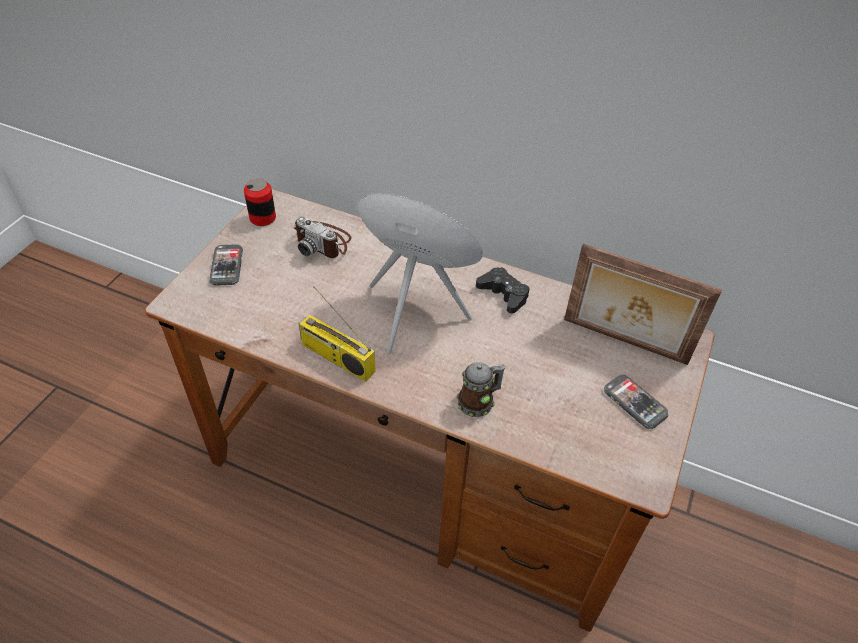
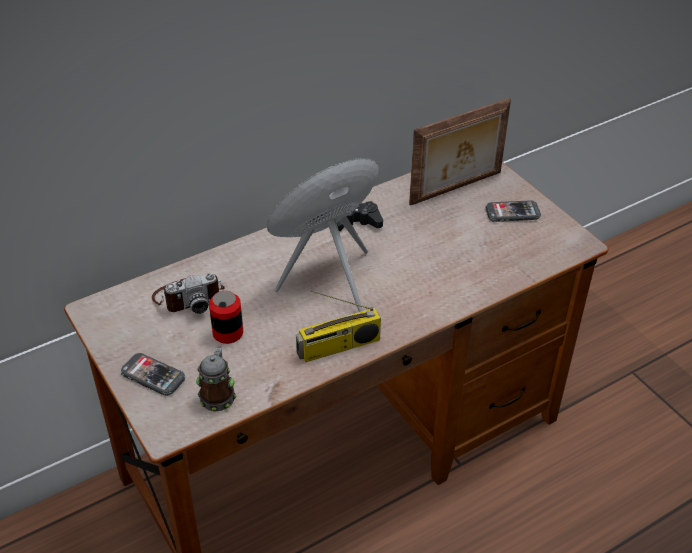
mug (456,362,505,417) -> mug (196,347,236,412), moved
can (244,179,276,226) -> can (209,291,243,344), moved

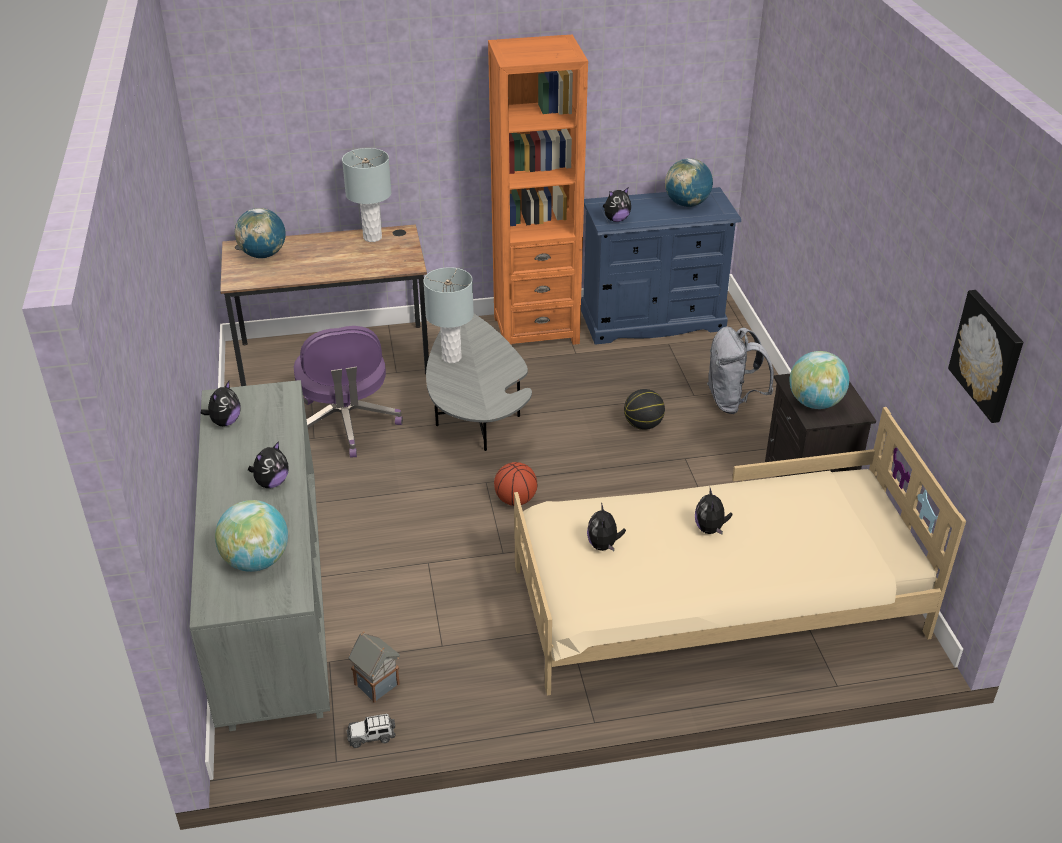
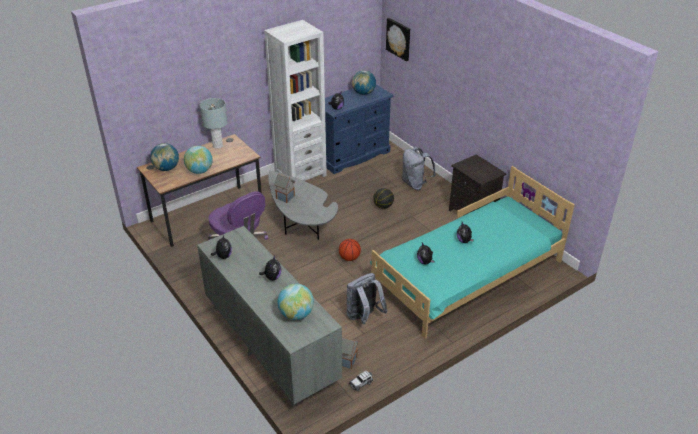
globe (790,351,849,409) -> globe (184,146,213,174), moved
bookcase in orange (488,35,588,345) -> bookcase in white (264,20,327,181)
table lamp in grey (423,267,474,363) -> toy house (274,173,295,203)
none -> backpack in grey (347,273,388,324)
bed in beige (514,407,966,695) -> bed in turquoise (370,166,575,339)
picture (948,290,1023,423) -> picture (386,18,410,61), moved

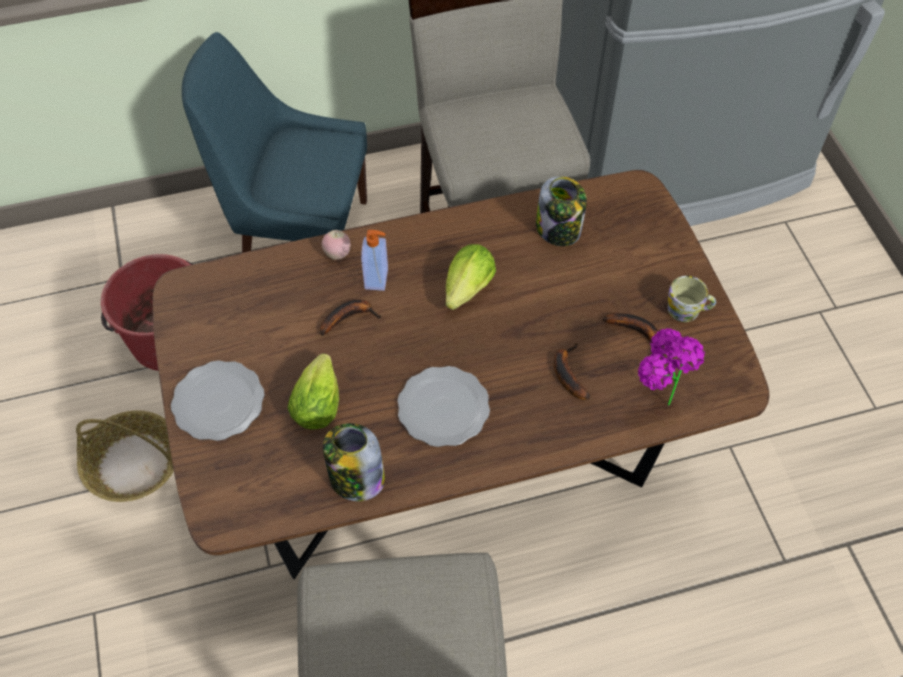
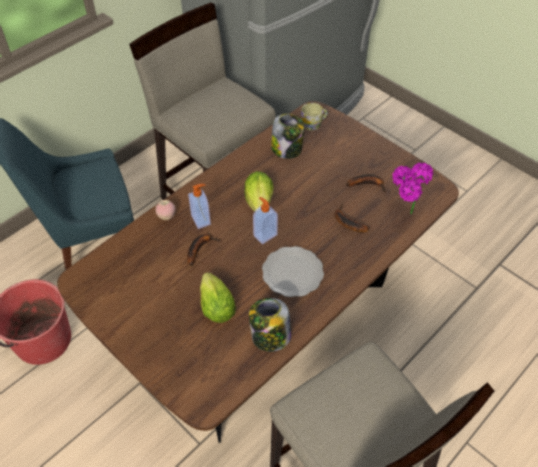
none -> soap dispenser (253,197,278,244)
mug (668,276,716,322) -> mug (301,103,328,130), moved
basket (76,410,174,502) -> none
plate (171,360,265,441) -> none

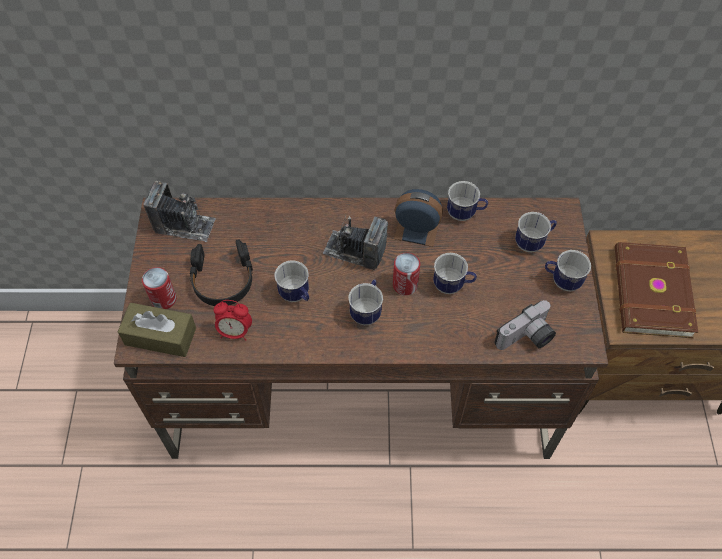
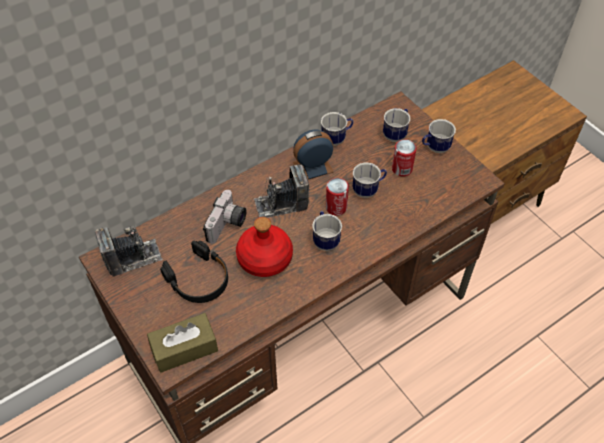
photo camera (494,300,556,350) -> photo camera (203,190,247,244), moved
mug (275,260,309,302) -> bottle in red (236,217,293,277)
can (142,267,176,309) -> can (392,140,417,177), moved
alarm clock (214,300,252,341) -> none
book in brown (615,242,698,338) -> none

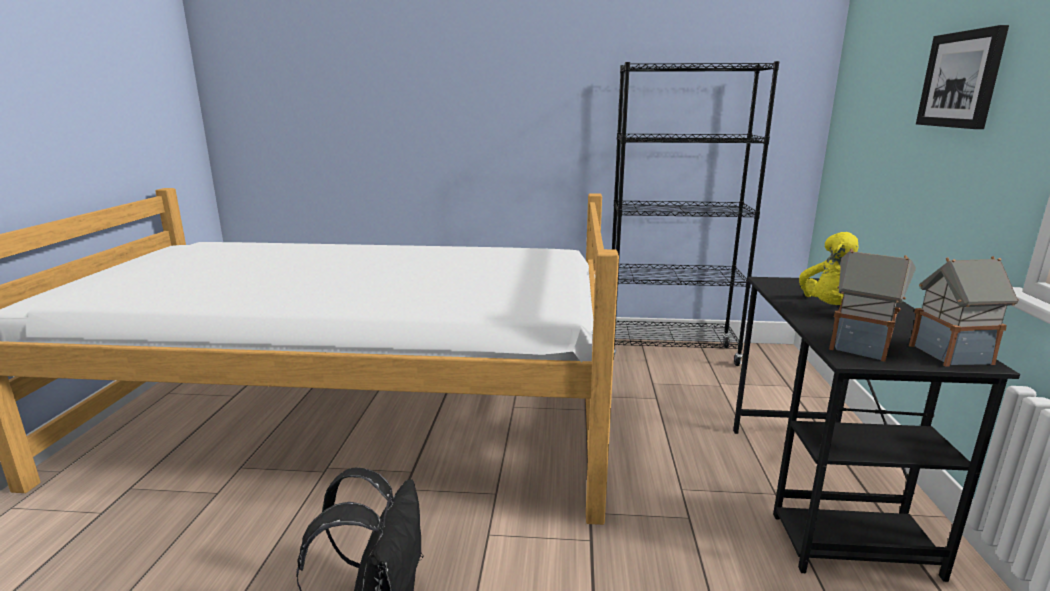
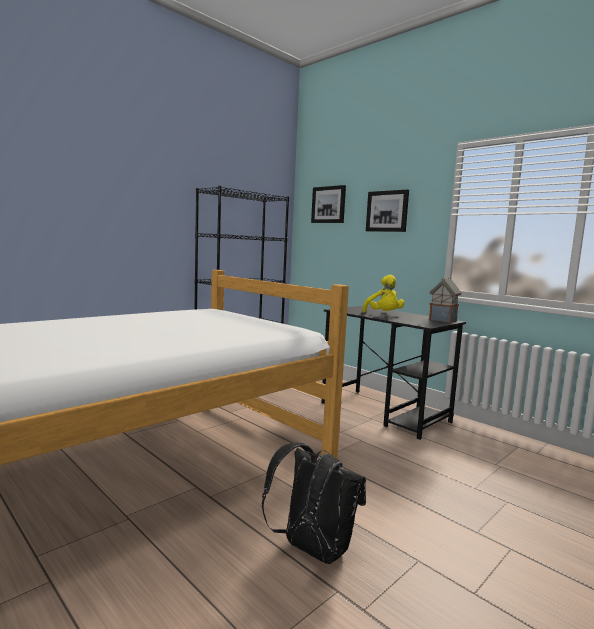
none -> picture (311,185,346,223)
toy house (829,248,916,362) -> none

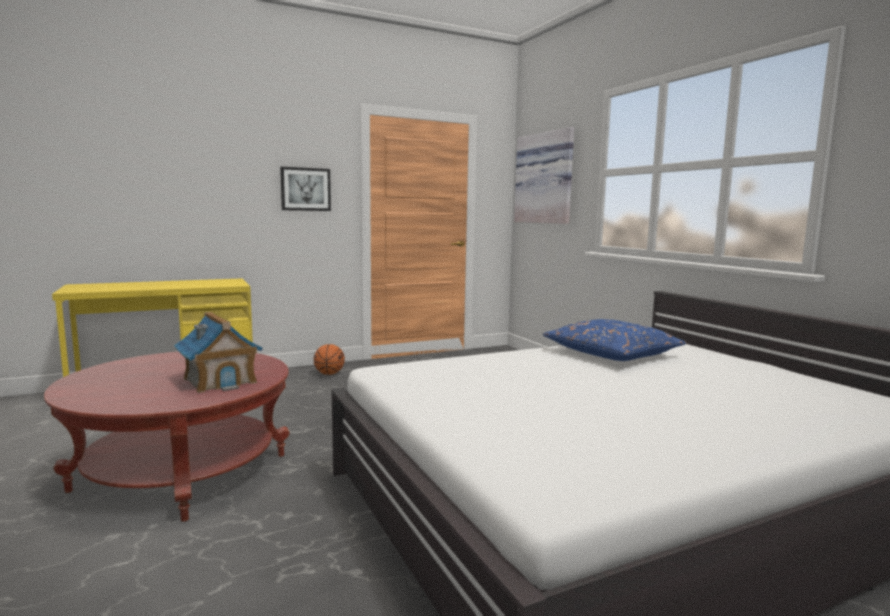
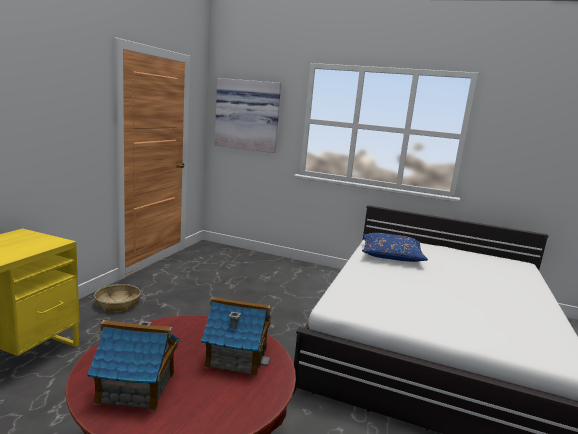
none -> toy house (87,320,179,411)
basketball (314,344,345,375) -> basket (94,284,141,312)
picture (280,167,331,211) -> none

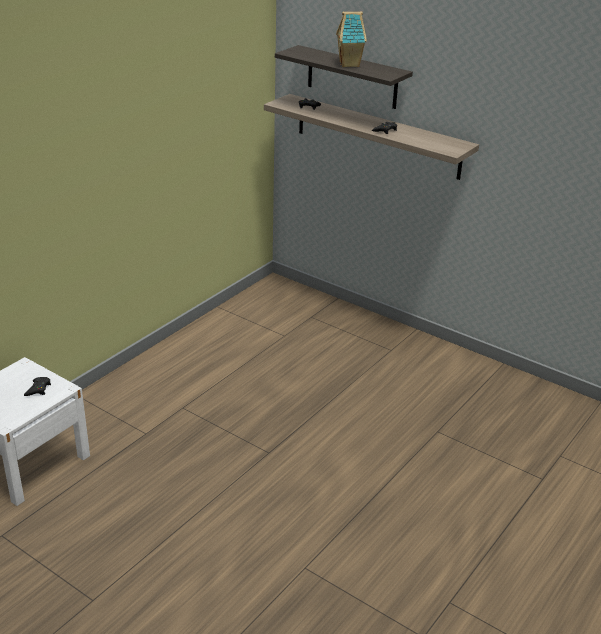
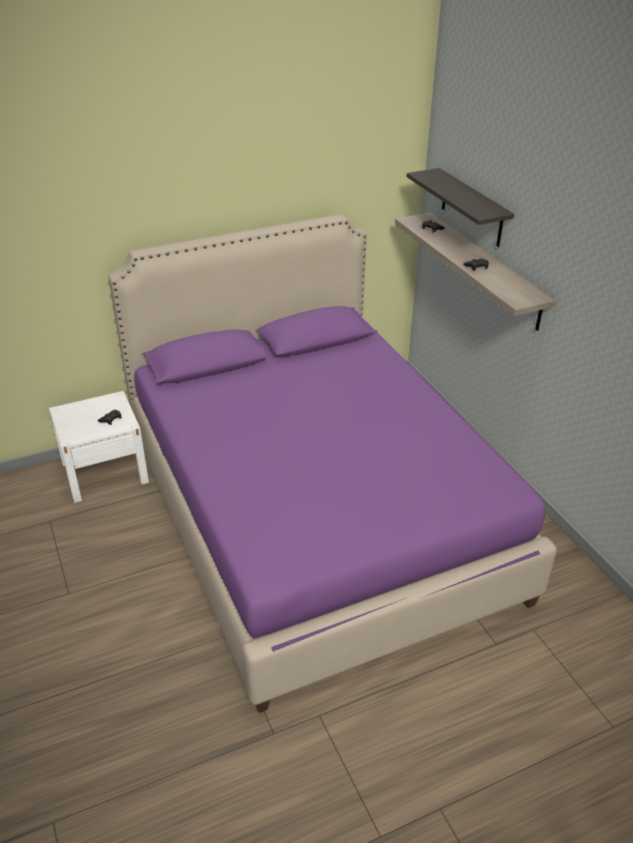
none -> bed in purple (108,214,557,713)
toy house (336,12,367,67) -> none

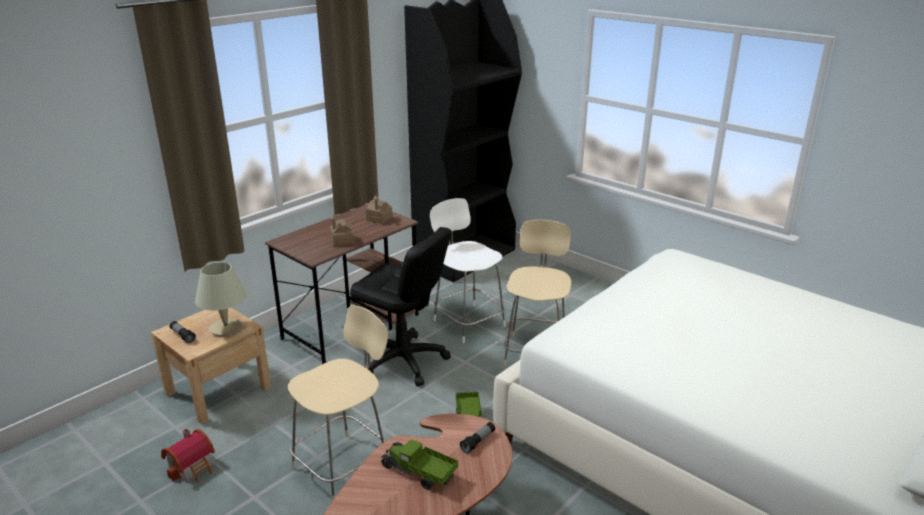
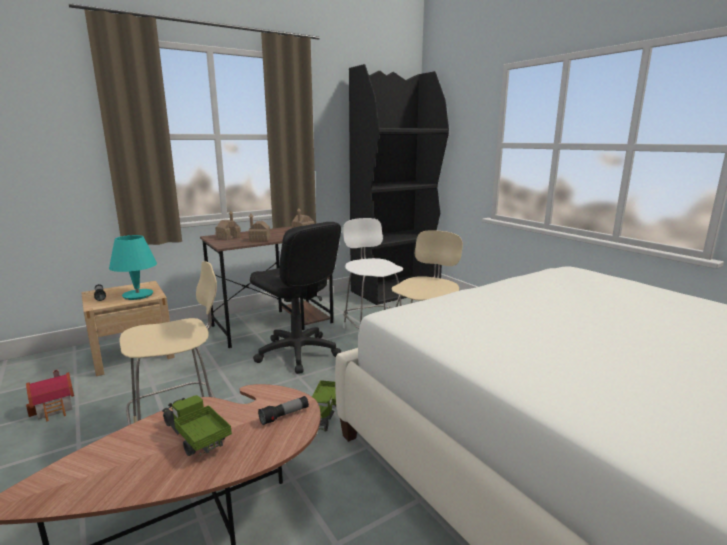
table lamp in beige (195,262,247,337) -> table lamp in turquoise (109,235,157,300)
none -> toy house (215,211,241,240)

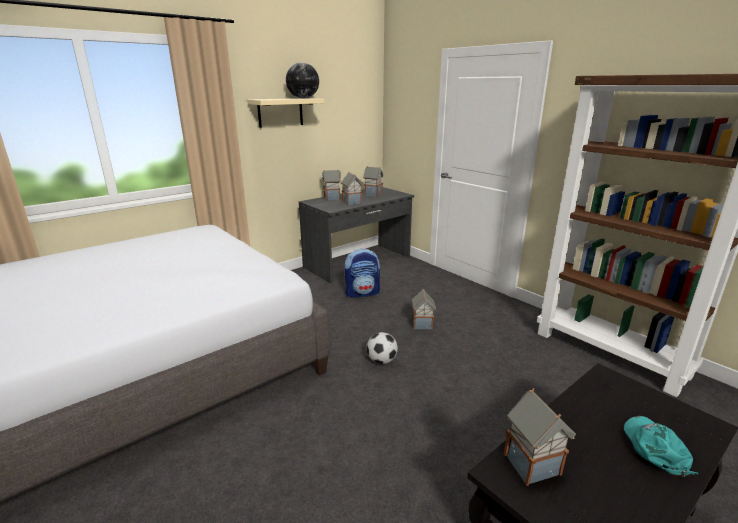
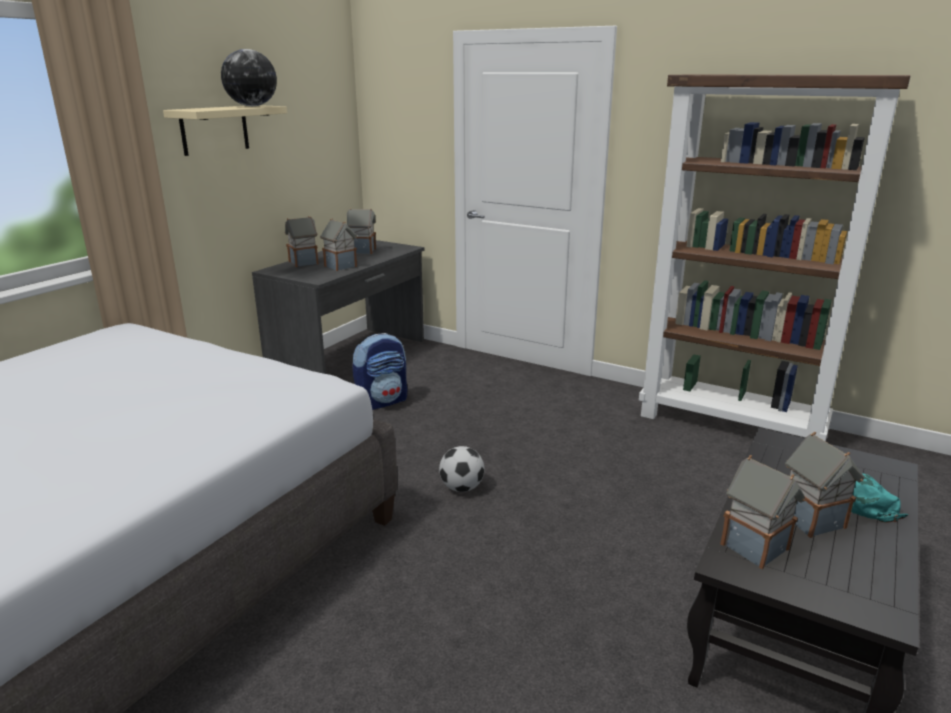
toy house (412,288,436,330) -> toy house (785,432,864,538), moved

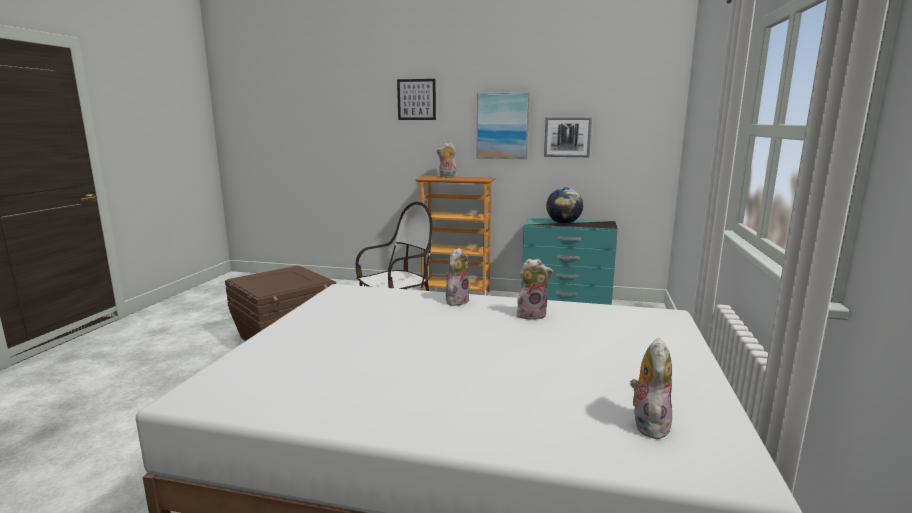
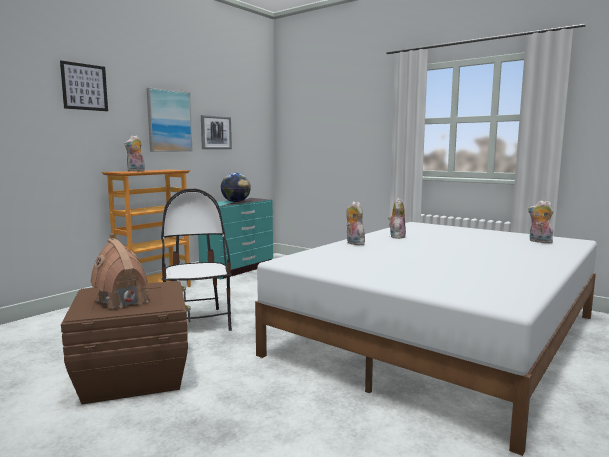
none -> toy house (90,234,148,309)

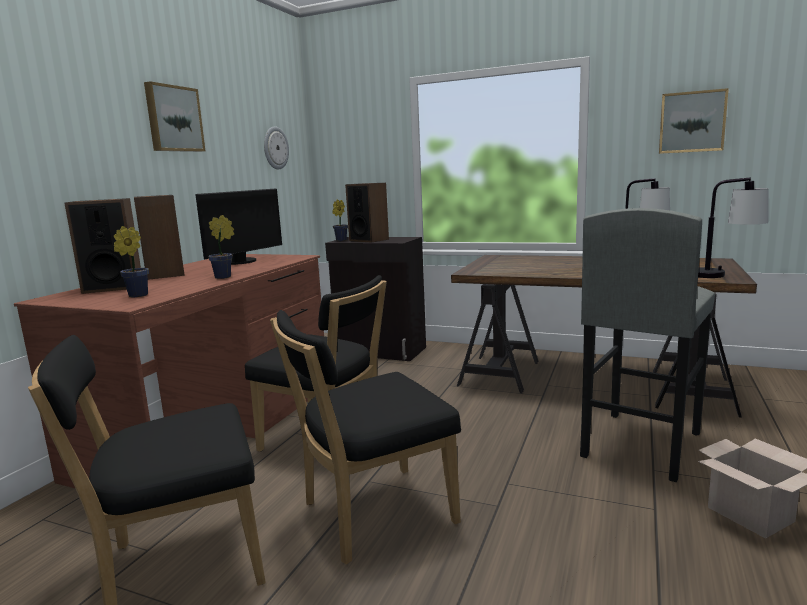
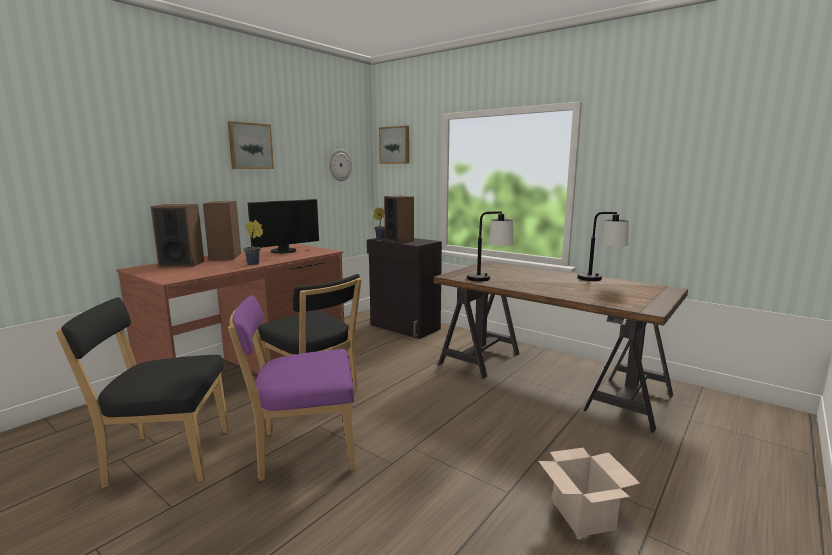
chair in black (270,310,461,565) -> chair in purple (228,295,355,481)
picture (659,88,729,154) -> picture (379,126,409,164), moved
table lamp (698,178,769,278) -> table lamp (467,211,514,281), moved
potted plant (114,226,149,297) -> none
stool in grey (580,208,715,482) -> none

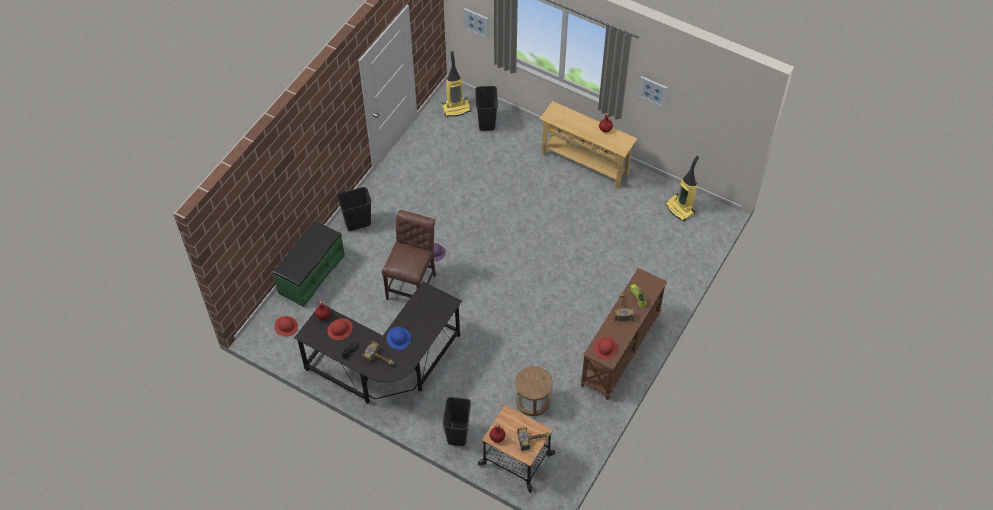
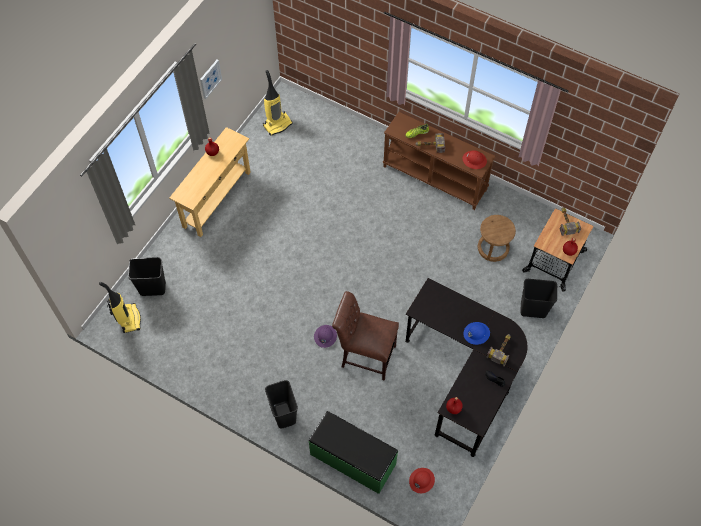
hard hat in red (327,319,353,340) -> none
picture (464,8,489,39) -> none

